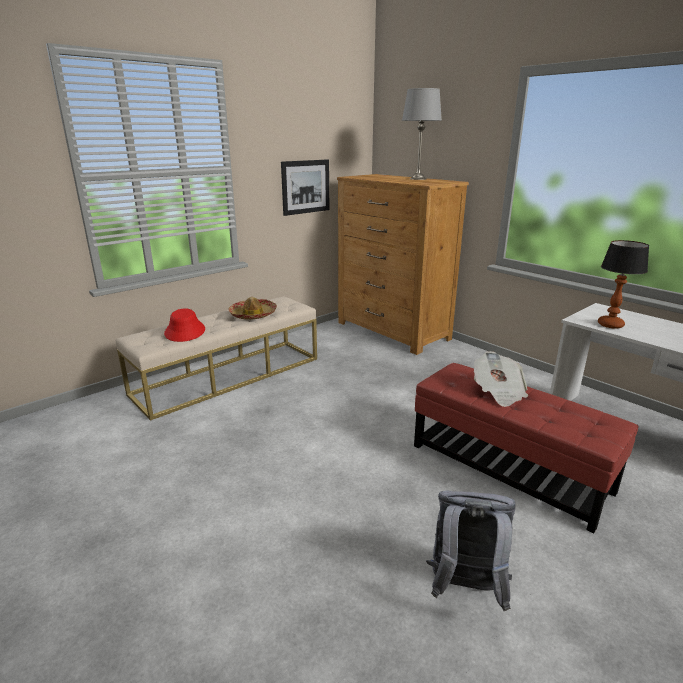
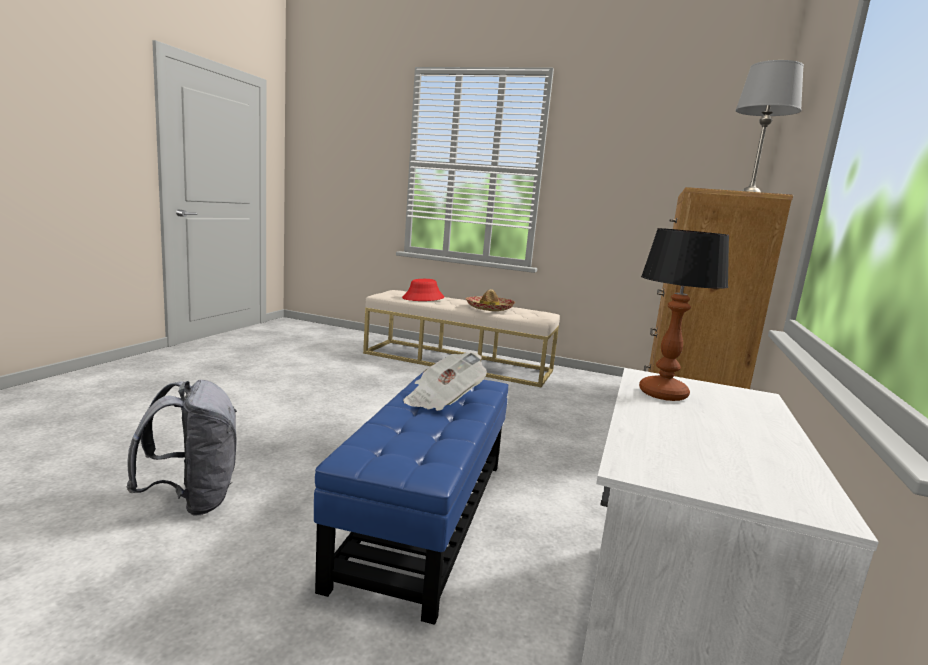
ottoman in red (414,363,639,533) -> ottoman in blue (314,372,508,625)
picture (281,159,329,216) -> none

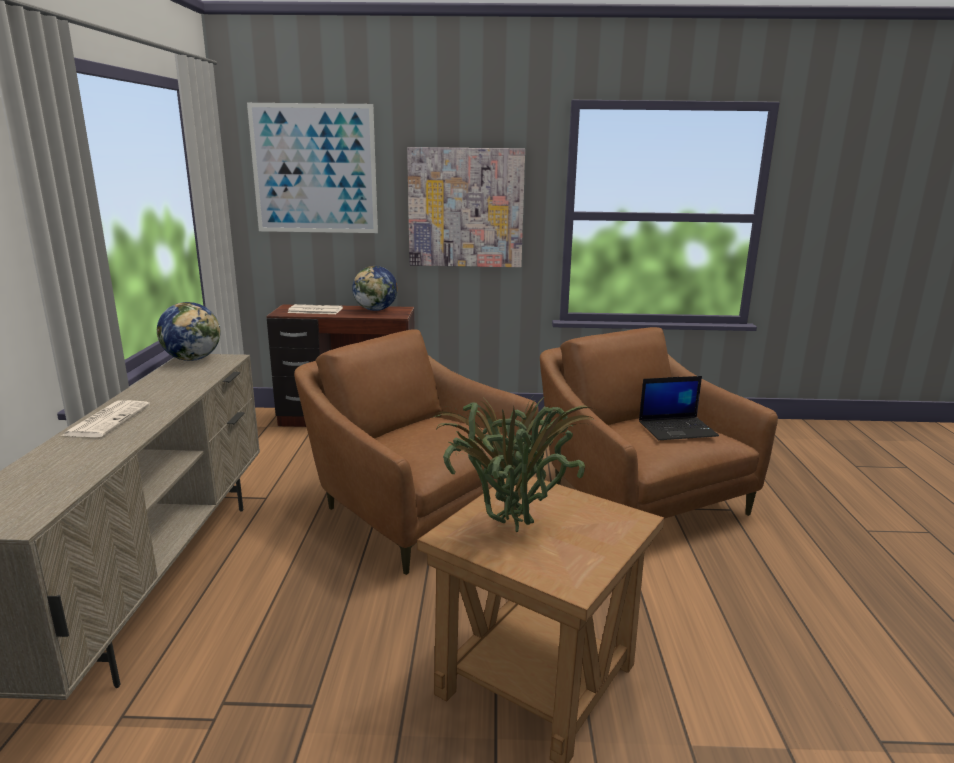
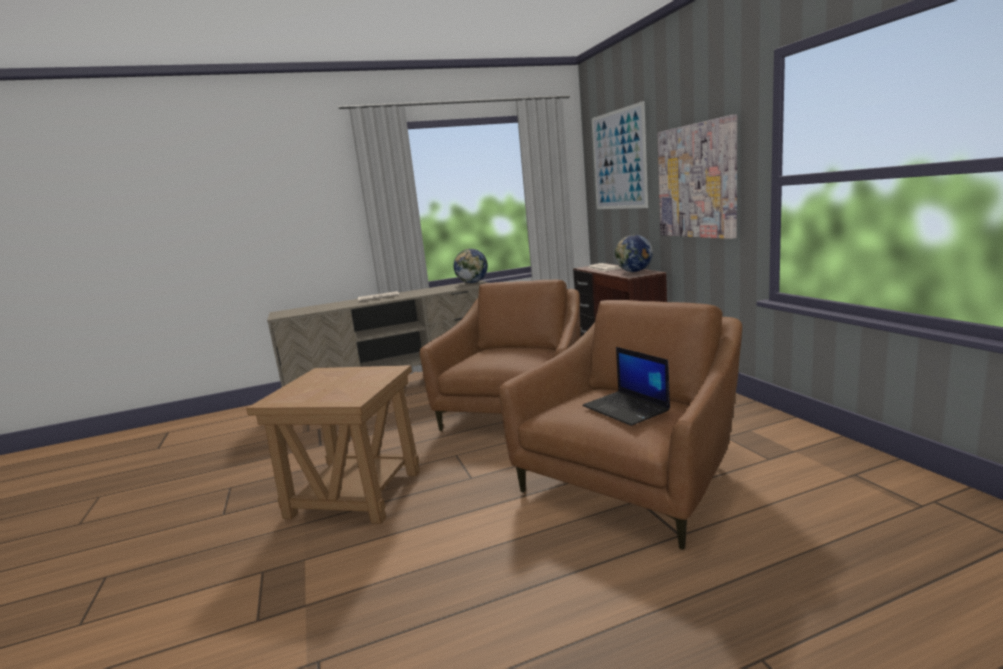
potted plant (432,396,595,532) -> none

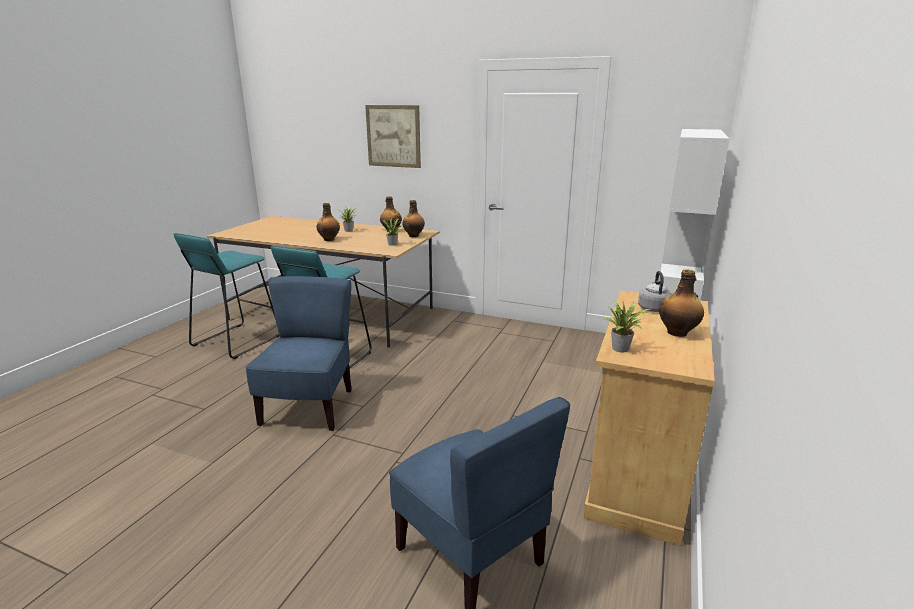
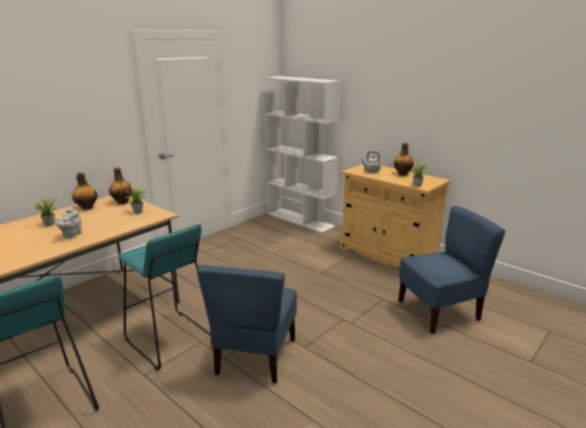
bottle (316,203,340,241) -> teapot in grey (55,207,82,239)
chair in blue (245,276,352,431) -> chair in blue (197,265,297,383), 105 degrees counterclockwise
picture (365,105,421,168) -> none

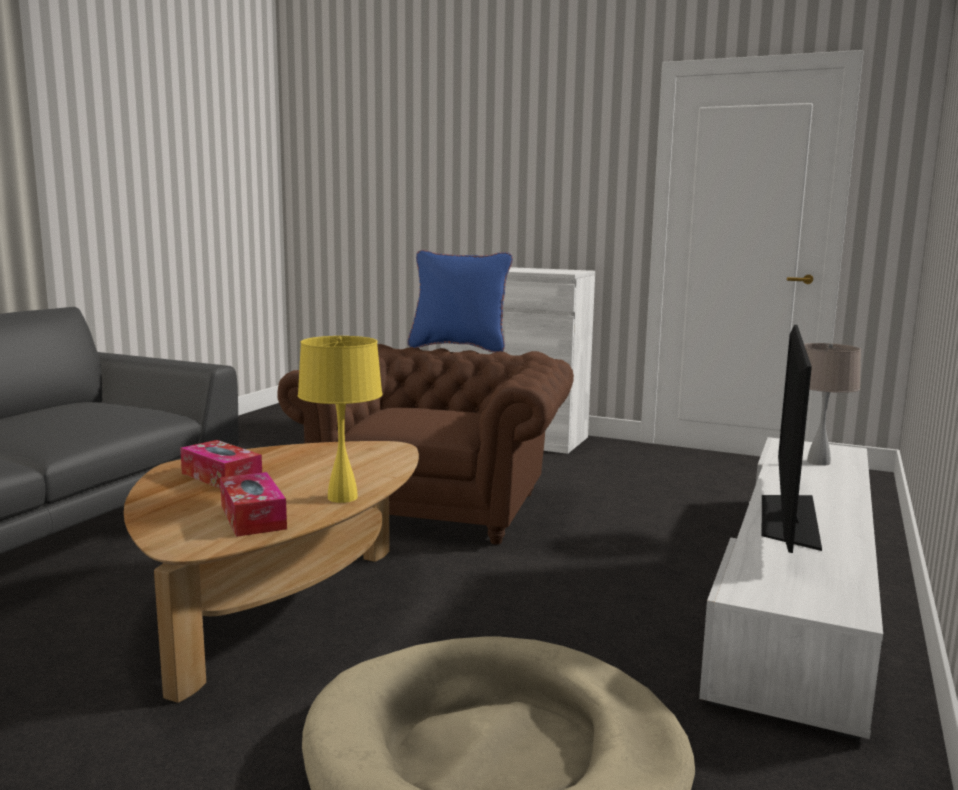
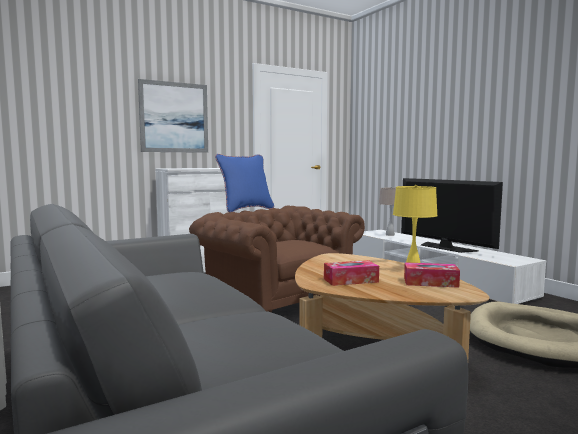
none -> picture (138,79,208,153)

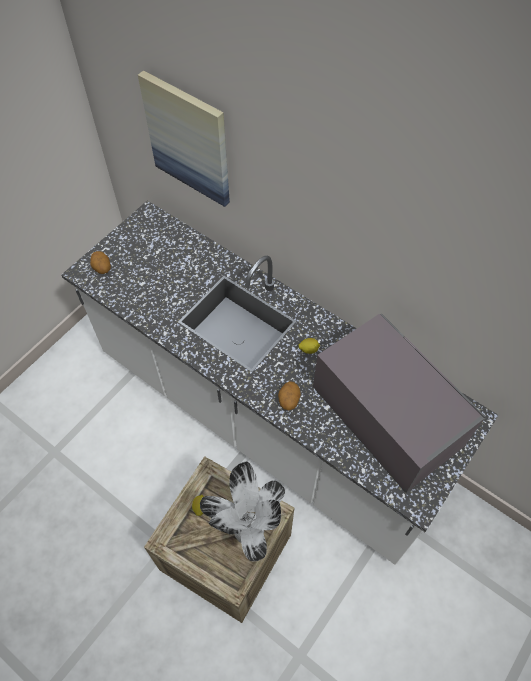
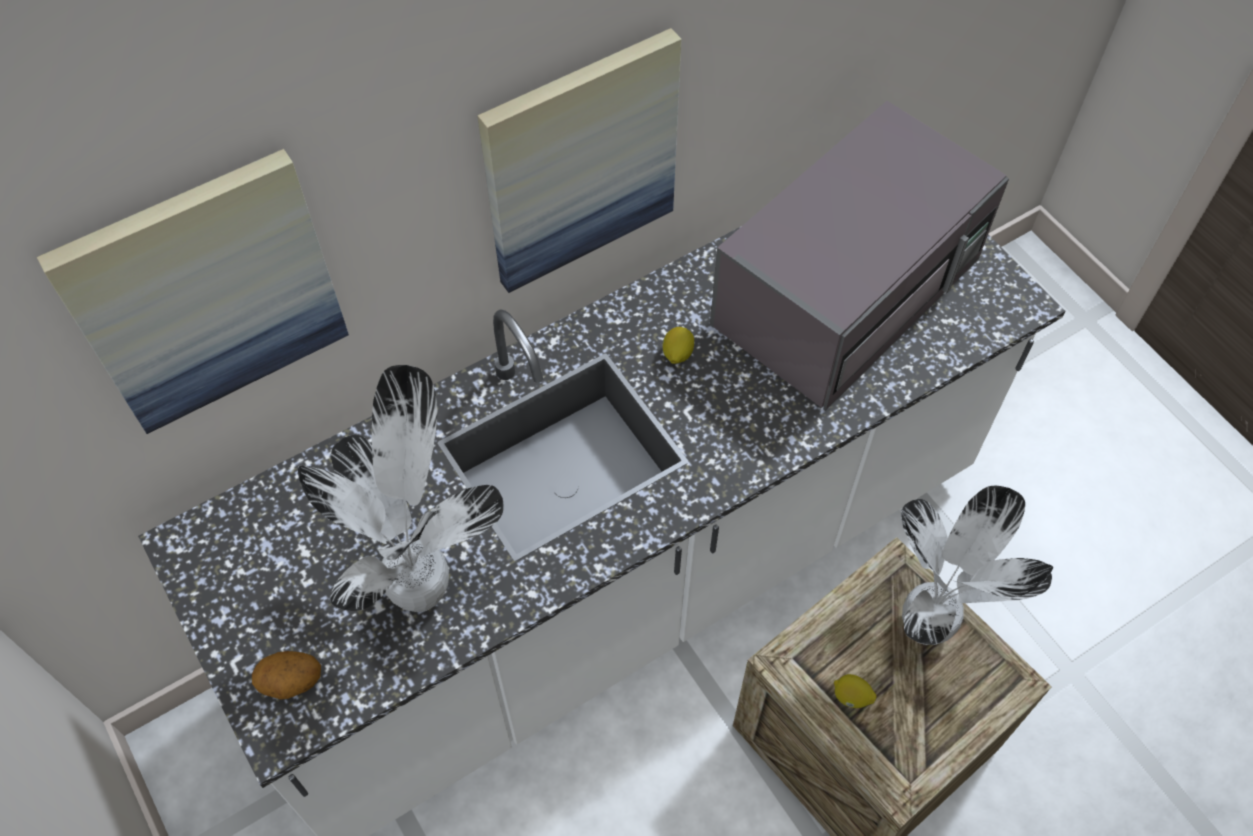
none -> potted plant (298,365,504,612)
none -> picture (477,28,681,293)
microwave in grey (313,313,486,493) -> microwave in grey (710,101,1009,410), 150 degrees clockwise
potato (278,381,301,410) -> none

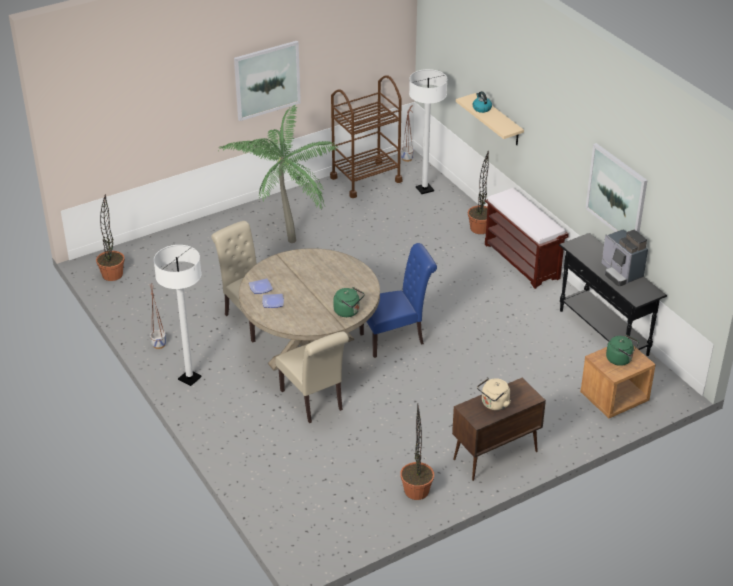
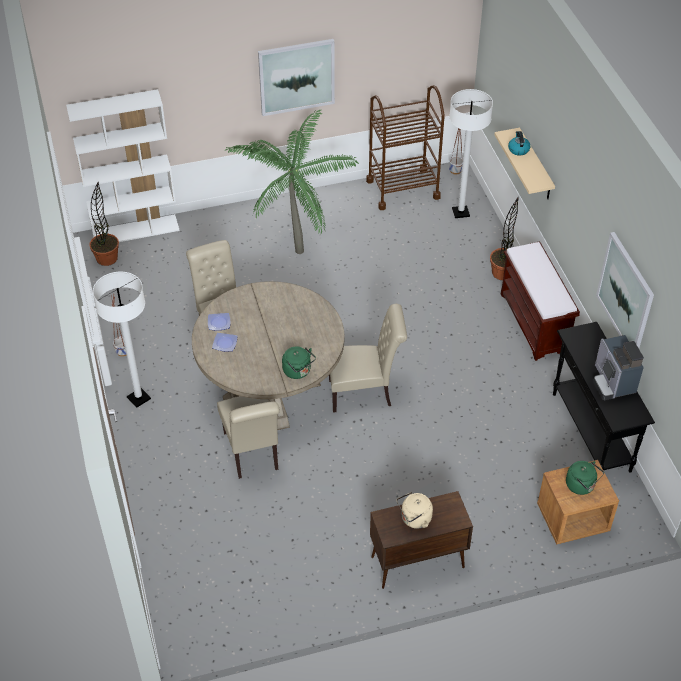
none -> bookcase in white (66,89,180,242)
chair in blue (360,243,437,358) -> chair in beige (329,304,407,413)
potted plant (400,403,434,500) -> none

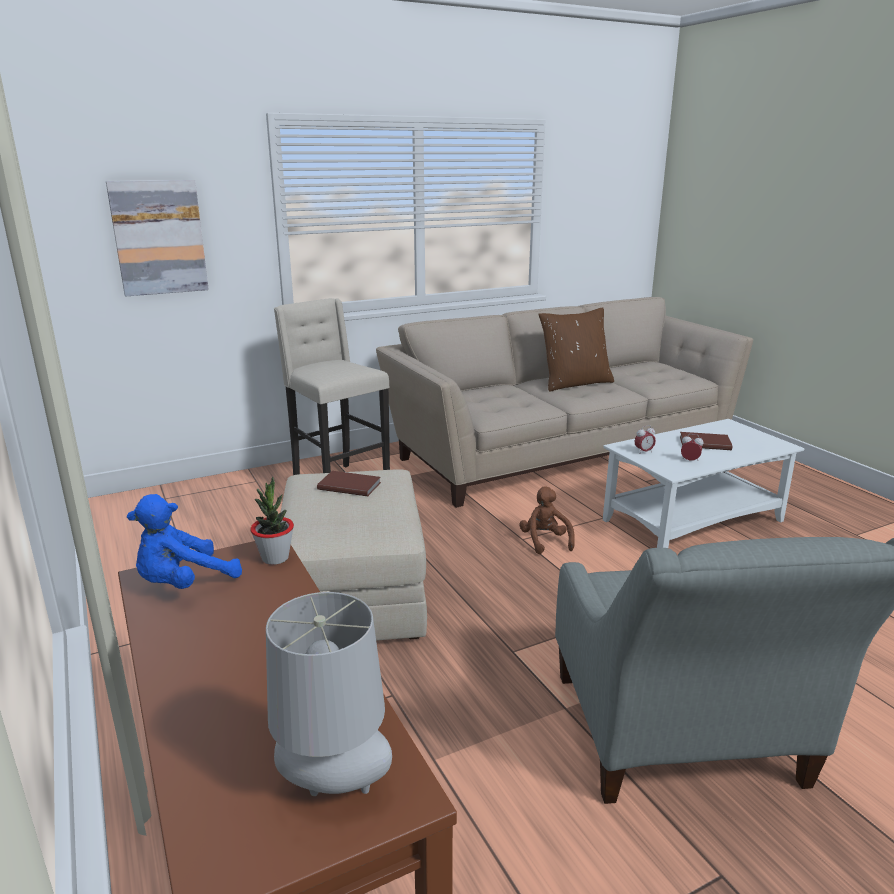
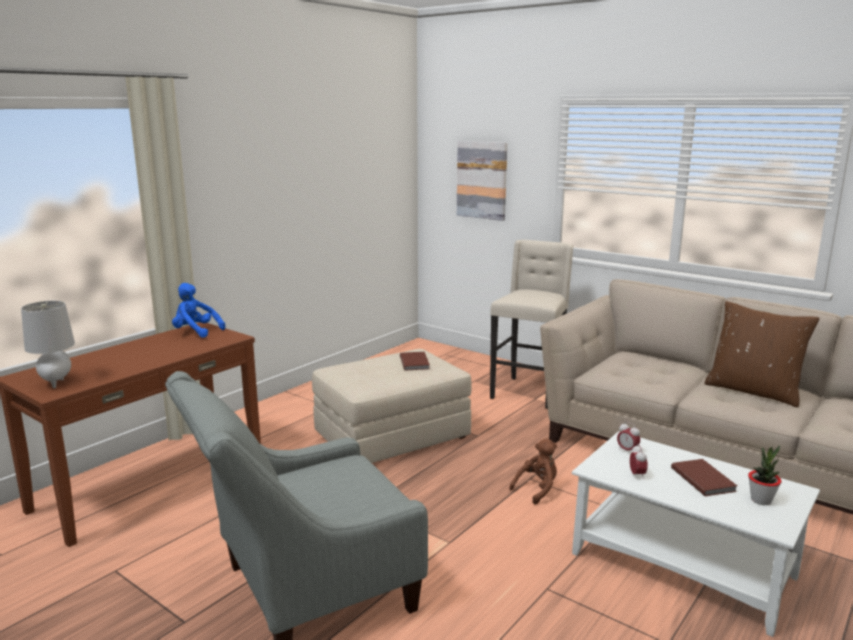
potted plant (250,477,294,565) -> potted plant (748,445,782,505), moved

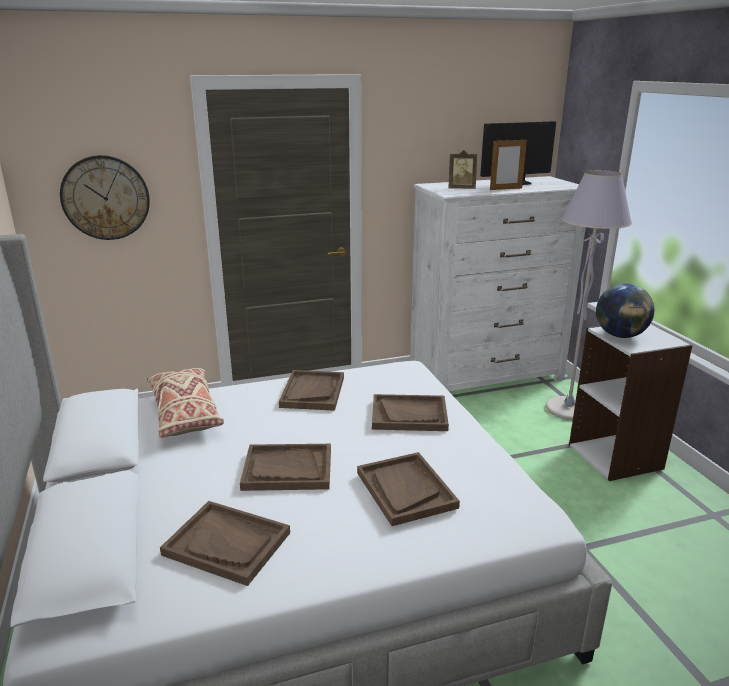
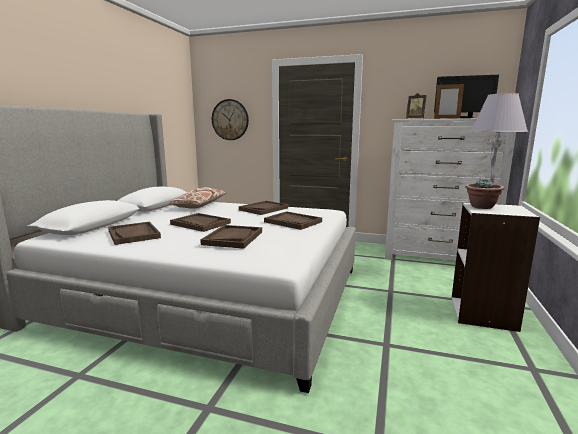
globe (596,283,654,338) -> potted plant (465,179,505,209)

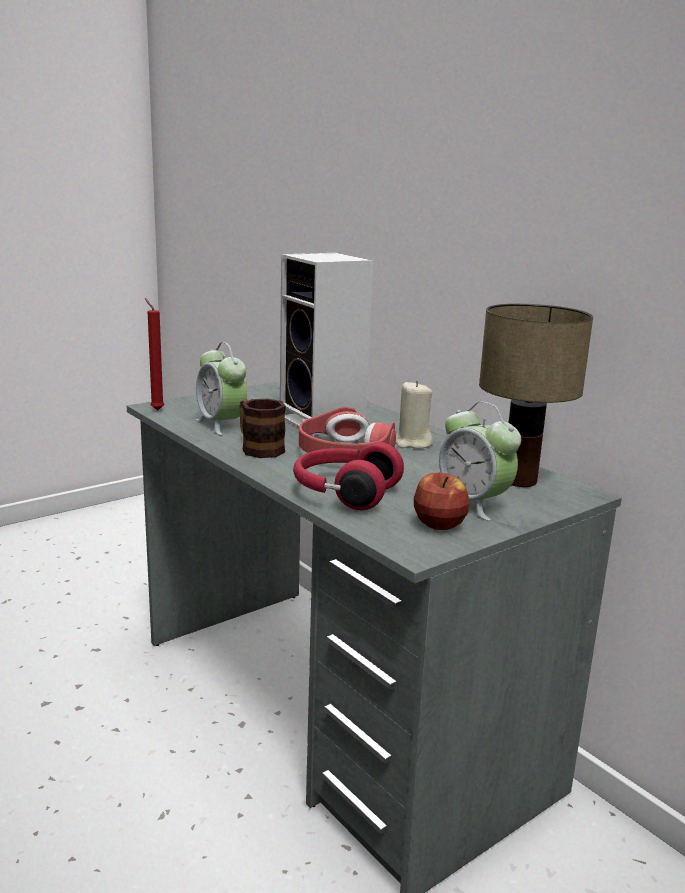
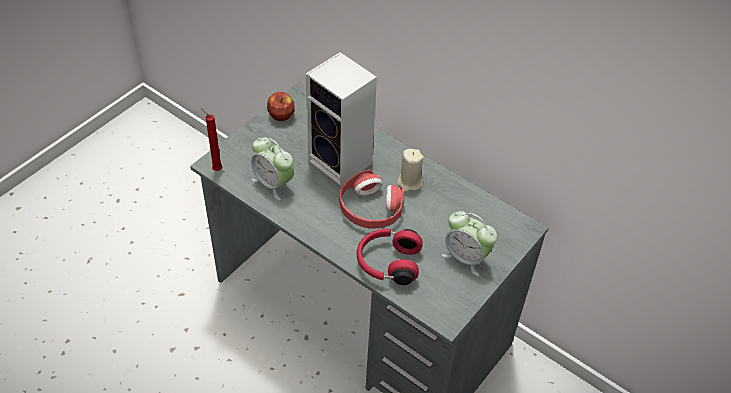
apple (414,472,469,530) -> apple (267,92,295,121), moved
mug (239,399,286,458) -> none
table lamp (479,304,593,487) -> none

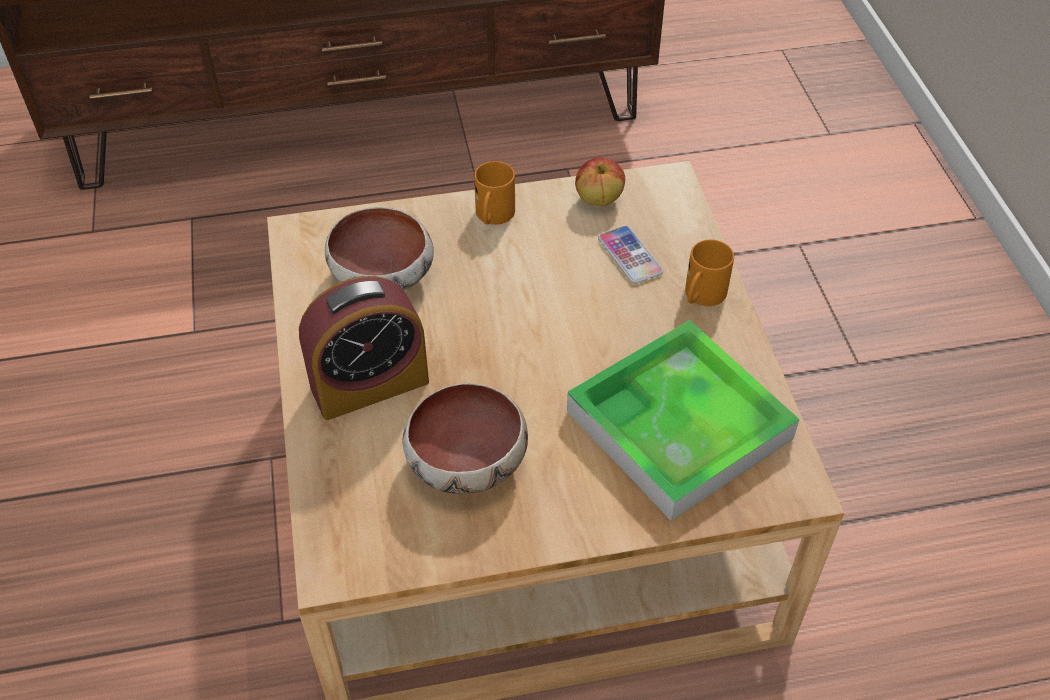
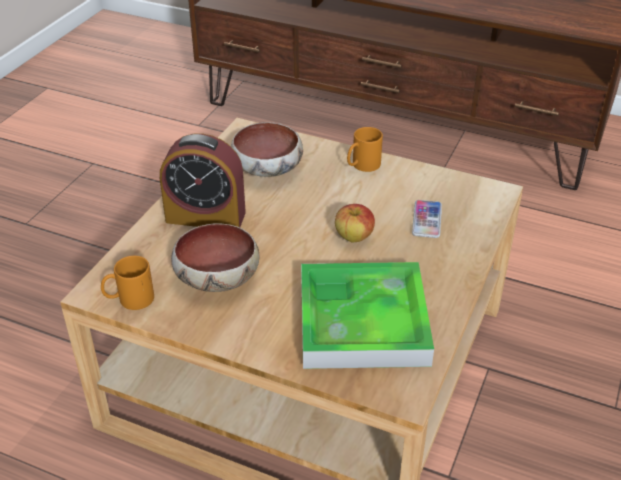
mug in orange (685,239,734,306) -> mug in orange (101,256,154,310), moved
apple (575,157,625,206) -> apple (335,204,375,242), moved

